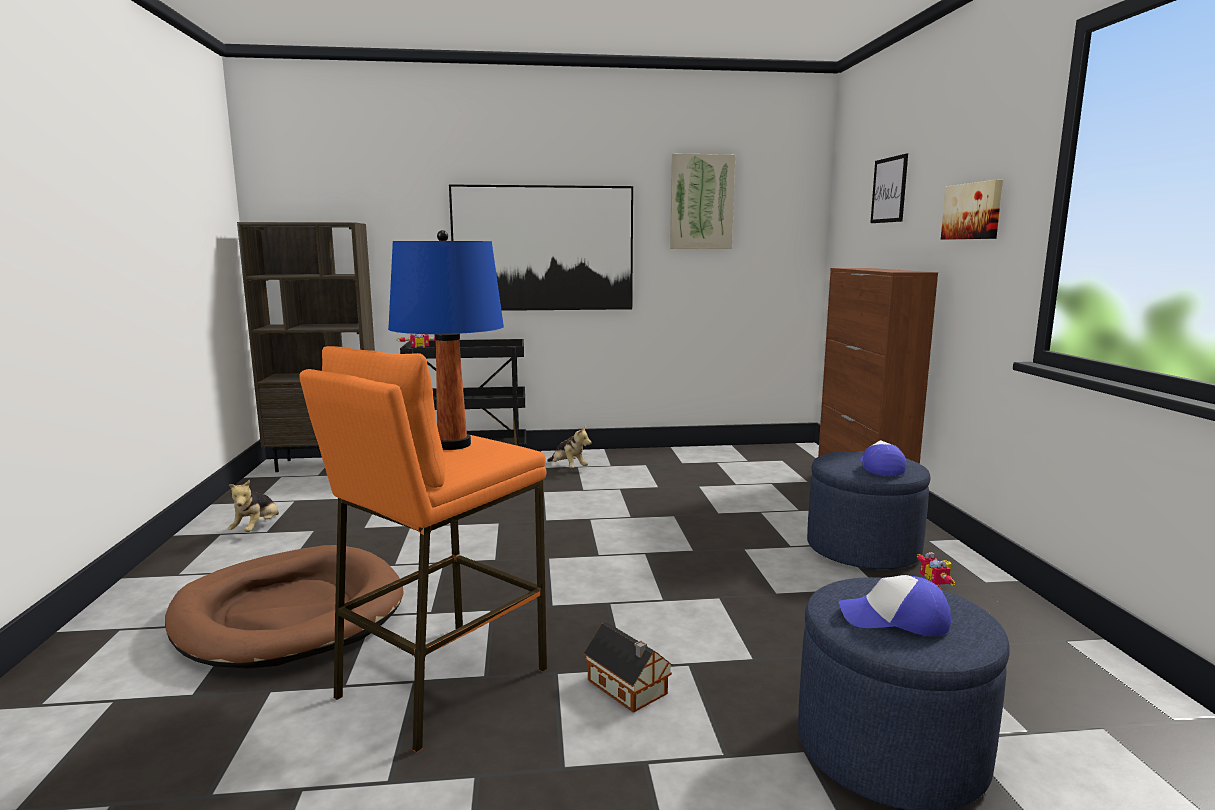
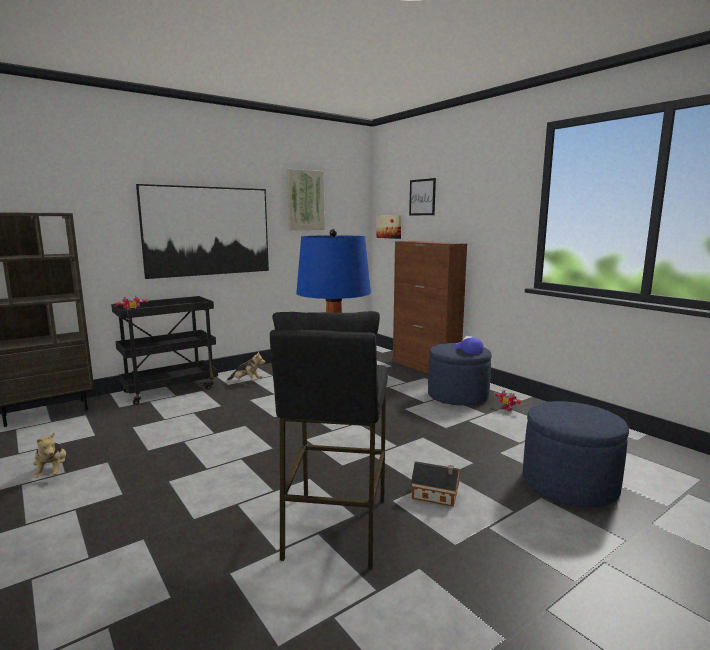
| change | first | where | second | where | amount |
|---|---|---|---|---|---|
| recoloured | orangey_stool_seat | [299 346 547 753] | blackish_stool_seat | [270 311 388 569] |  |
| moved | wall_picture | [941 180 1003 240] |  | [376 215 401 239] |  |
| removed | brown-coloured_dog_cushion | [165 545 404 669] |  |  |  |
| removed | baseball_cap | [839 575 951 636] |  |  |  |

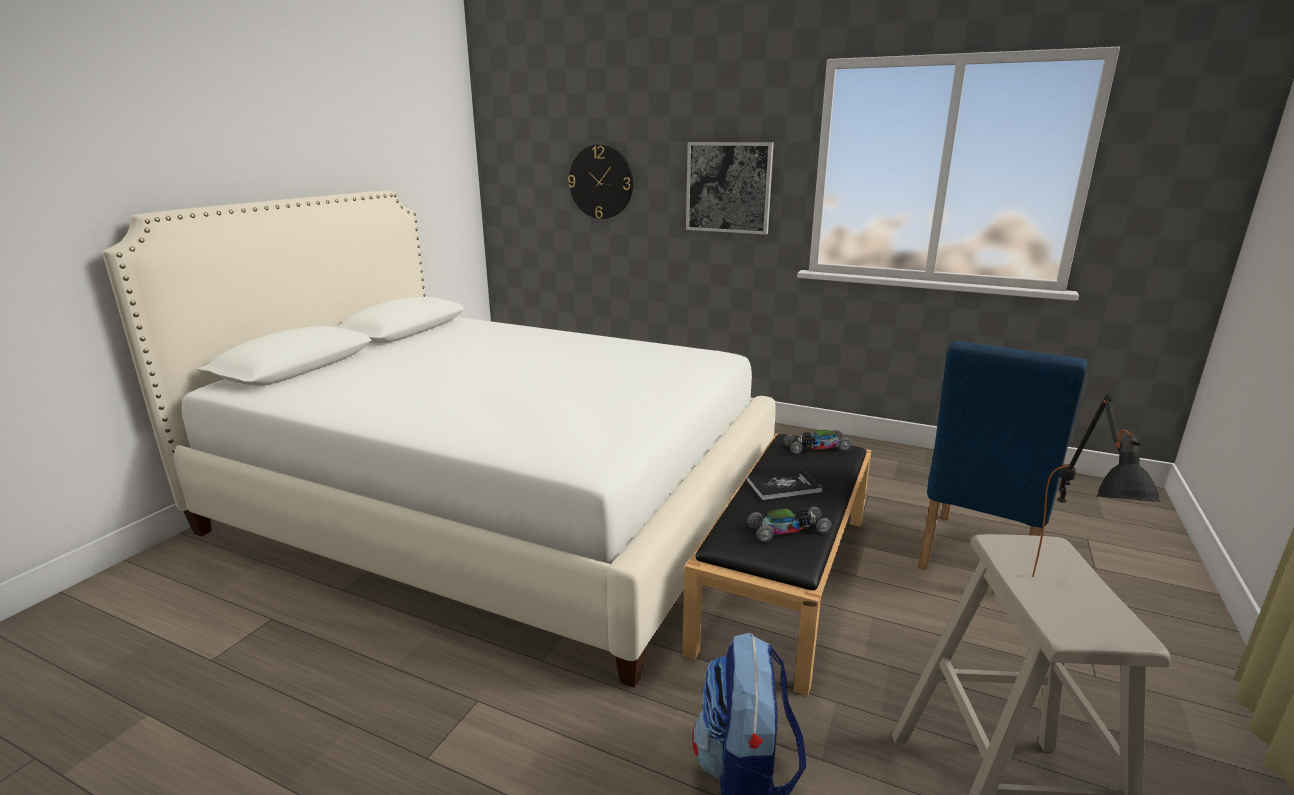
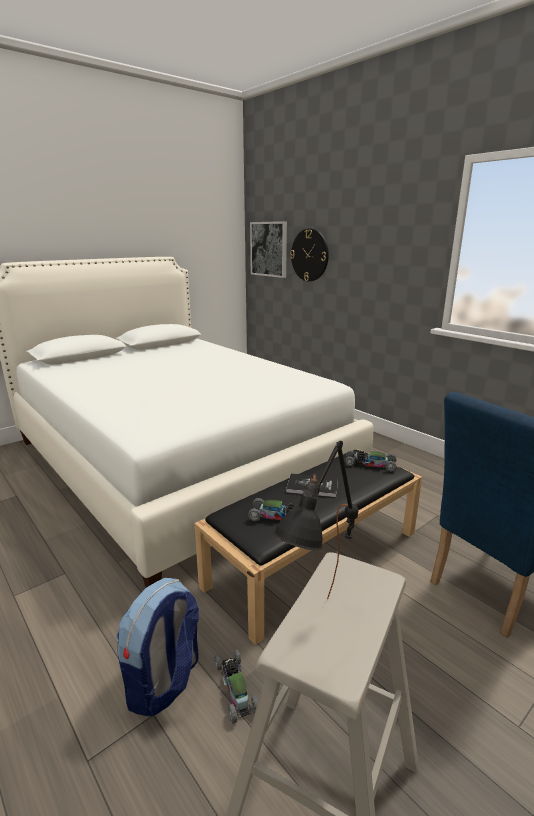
| change | first | where | second | where | amount |
|---|---|---|---|---|---|
| added |  |  | model_car | [215 649 259 724] |  |
| moved | wall_picture | [686 142 774 234] |  | [250 221 287 278] |  |

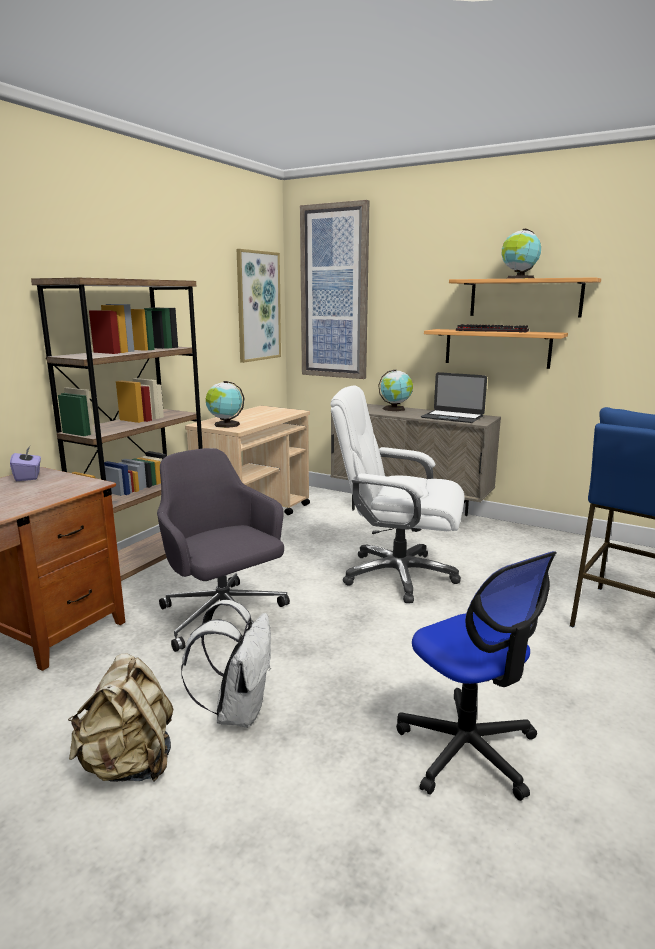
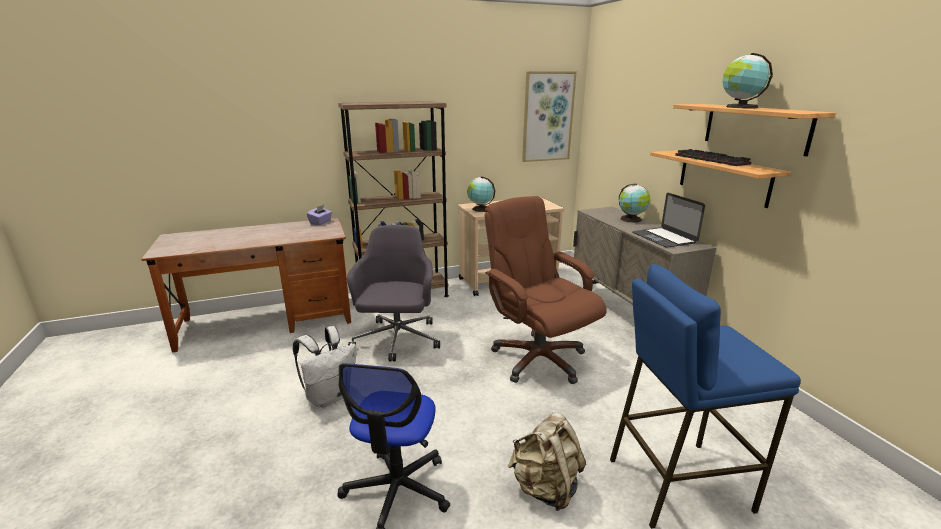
| change | first | where | second | where | amount |
|---|---|---|---|---|---|
| recoloured | white-coloured_computer_chair | [330 385 464 603] | brown-coloured_computer_chair | [485 196 607 384] |  |
| moved | beige-coloured_rucksack | [68 654 173 782] |  | [508 412 586 511] |  |
| removed | wall_picture | [300 200 369 379] |  |  |  |

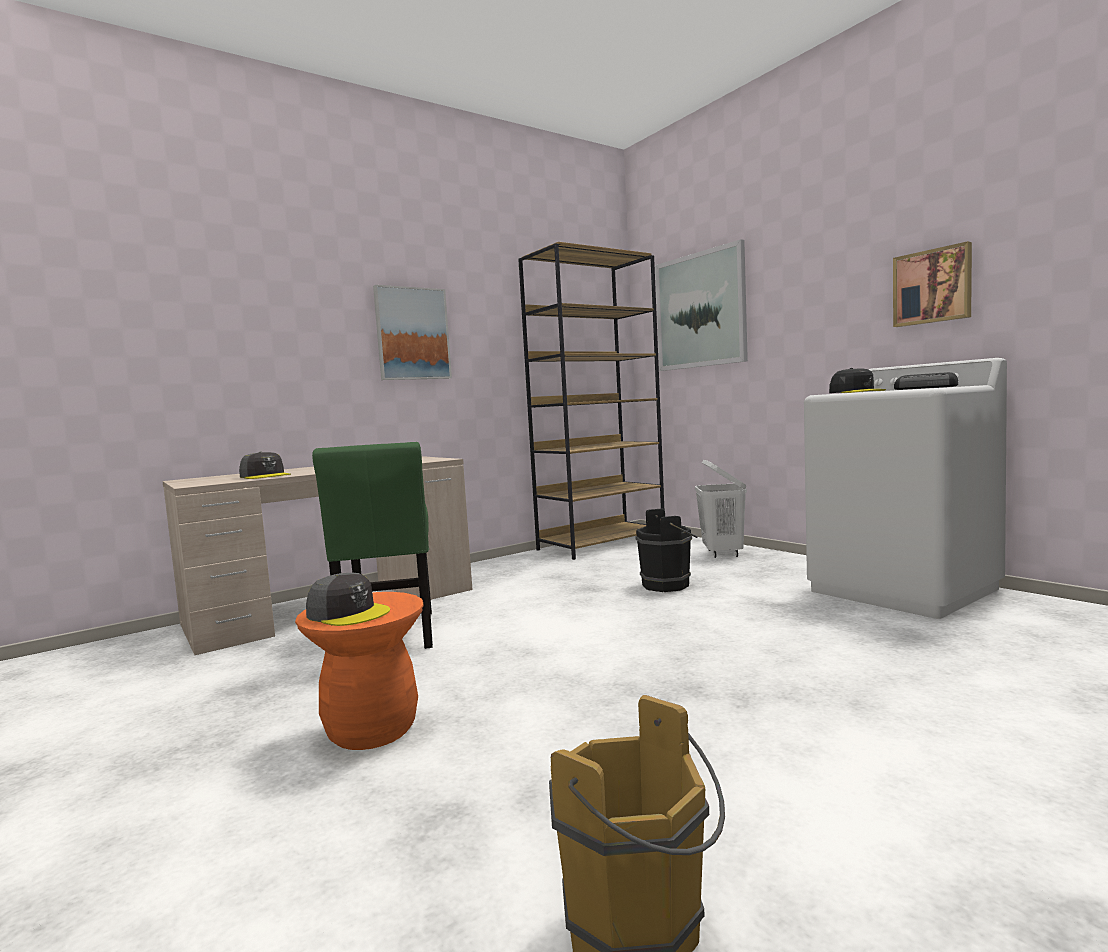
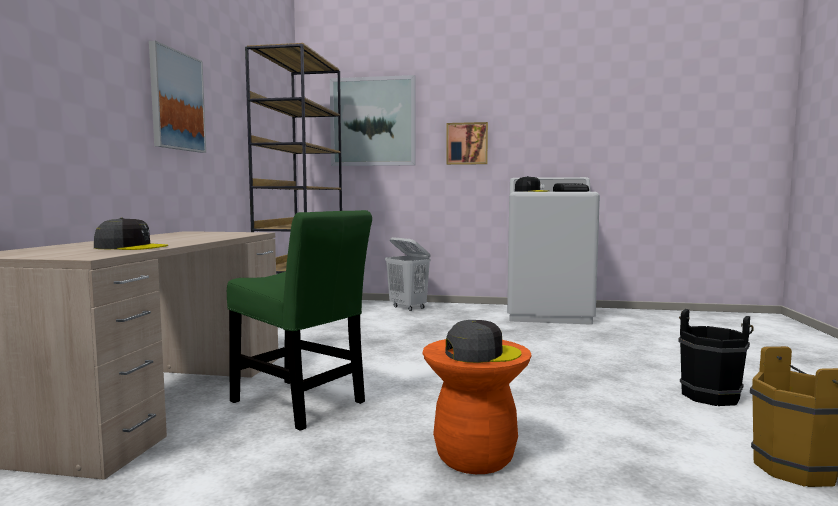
| change | first | where | second | where | amount |
|---|---|---|---|---|---|
| moved | wall_picture | [893 241 972 327] |  | [446 122 488 165] |  |
| moved | blackish_pail | [635 509 698 592] |  | [678 309 754 406] |  |

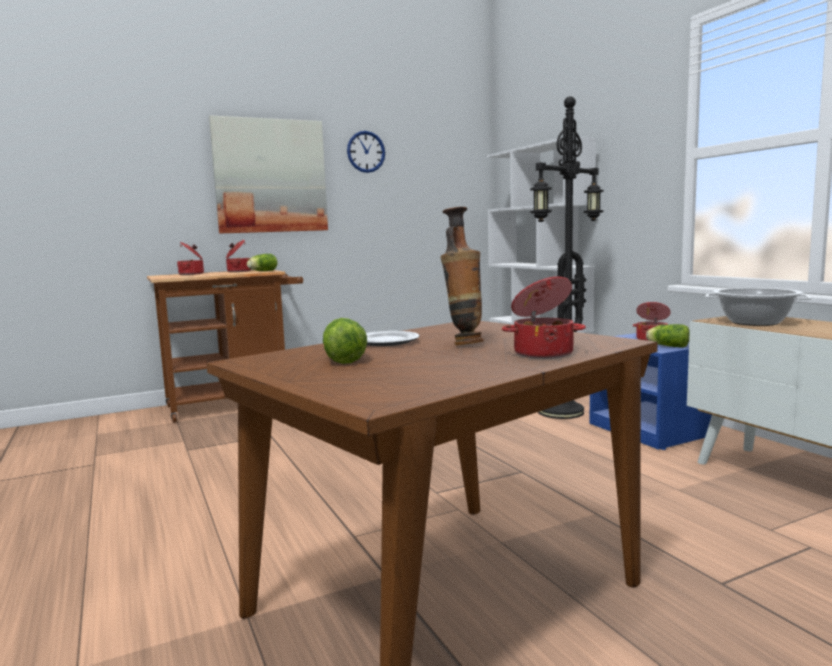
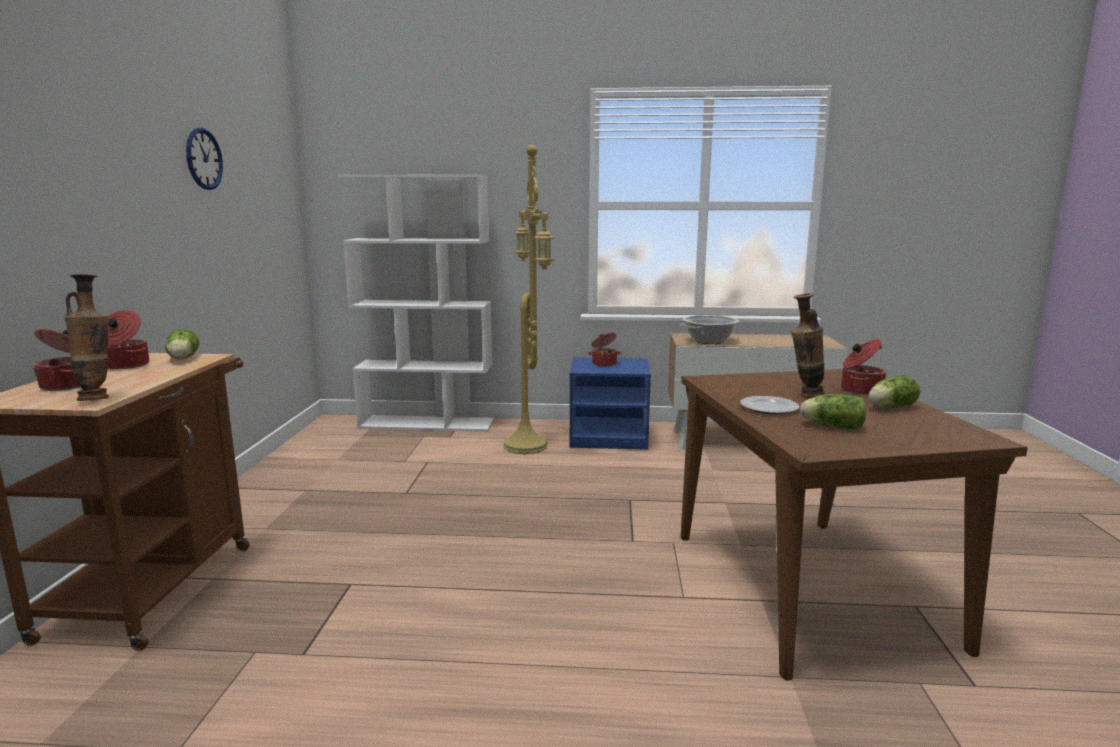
| change | first | where | second | where | amount |
|---|---|---|---|---|---|
| added |  |  | decorative_vase | [64 274 109 401] |  |
| recoloured | blackish_standard_lamp | [530 96 604 419] | yellow_standard_lamp | [504 145 554 454] |  |
| moved | lettuce_head | [646 324 690 348] |  | [868 375 920 408] |  |
| removed | wall_picture | [209 116 328 234] |  |  |  |

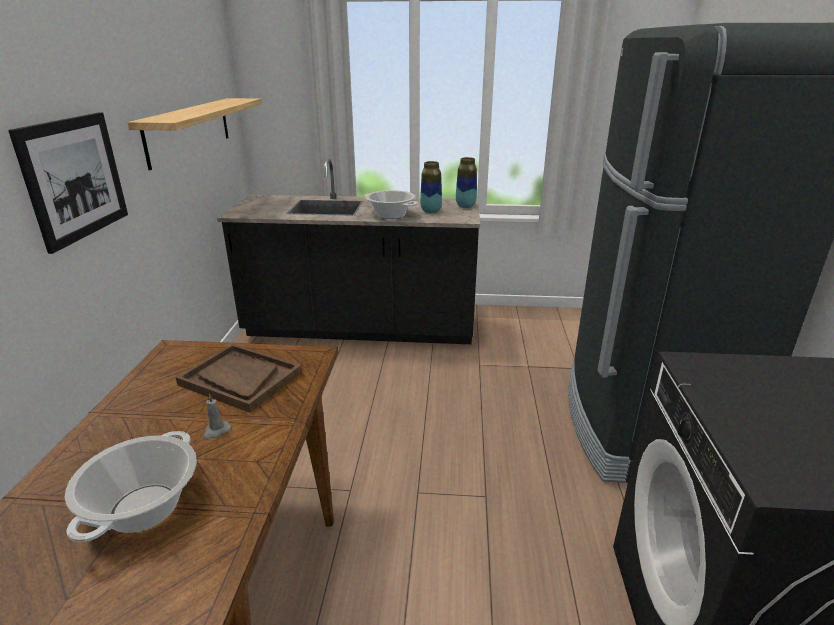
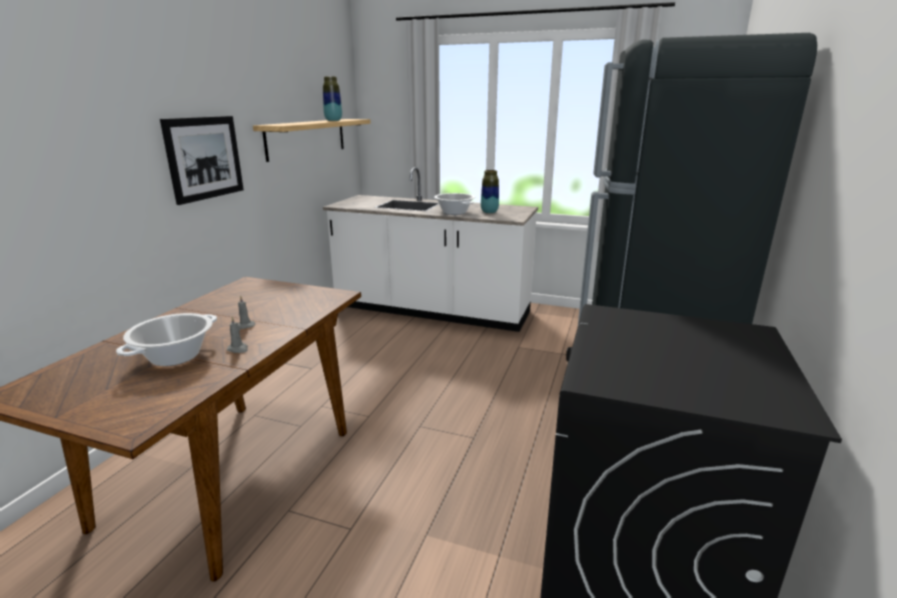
| change | first | where | second | where | amount |
|---|---|---|---|---|---|
| added |  |  | gray_candle | [227 317 248 353] |  |
| moved | decorative_vase | [456 157 477 208] |  | [323 76 342 121] |  |
| recoloured | blackish_kitchen_counter | [217 159 480 345] | white-coloured_kitchen_counter | [323 167 538 332] |  |
| removed | brown-coloured_serving_tray | [176 344 302 412] |  |  |  |

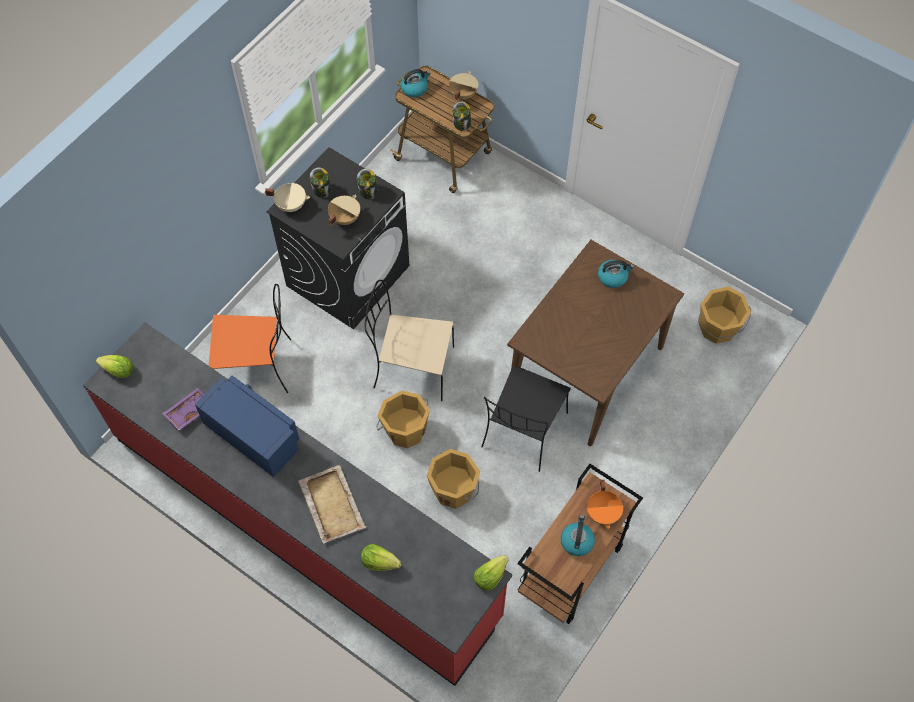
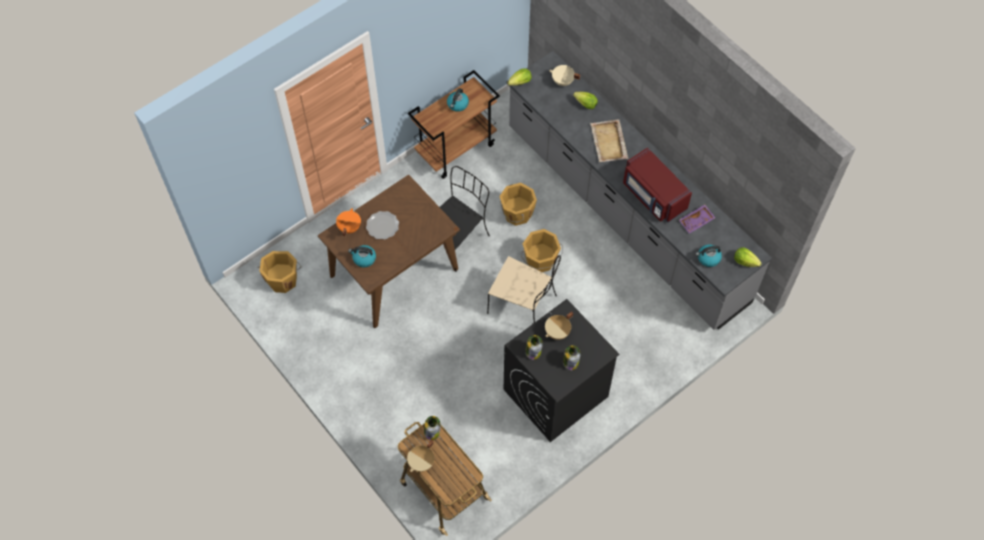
| change | first | where | second | where | amount |
|---|---|---|---|---|---|
| moved | orangey_saucepot | [587 480 623 529] |  | [336 208 361 237] |  |
| added |  |  | flat_dish | [366 211 399 239] |  |
| recoloured | red-coloured_kitchen_counter | [83 322 512 686] | gray_kitchen_counter | [507 51 772 330] |  |
| moved | beige-coloured_saucepot | [265 183 310 212] |  | [549 65 580 86] |  |
| recoloured | blue_kitchen_microwave | [195 375 299 477] | red-coloured_kitchen_microwave | [623 148 692 222] |  |
| moved | water_kettle | [400 69 431 97] |  | [696 245 722 267] |  |
| removed | orangey_plain_chair | [209 284 291 393] |  |  |  |

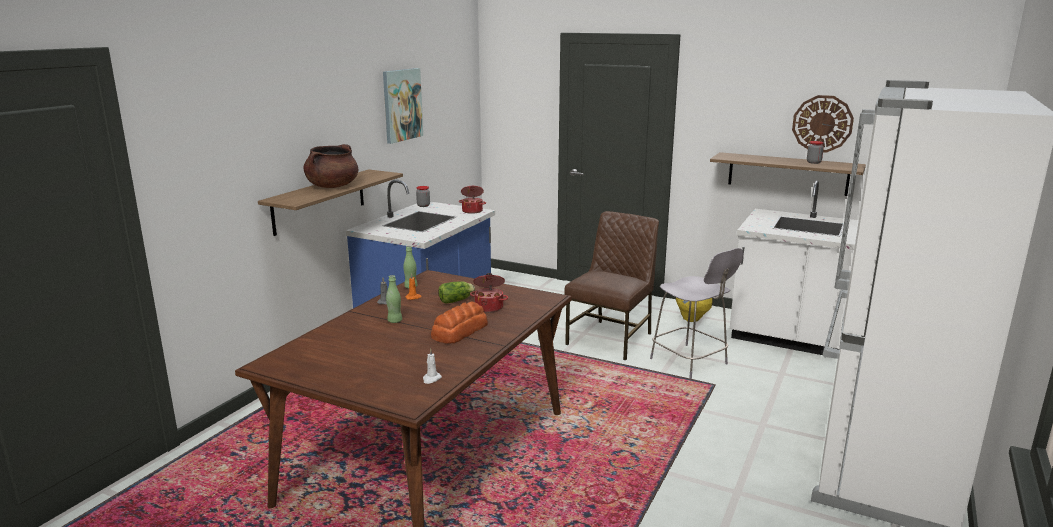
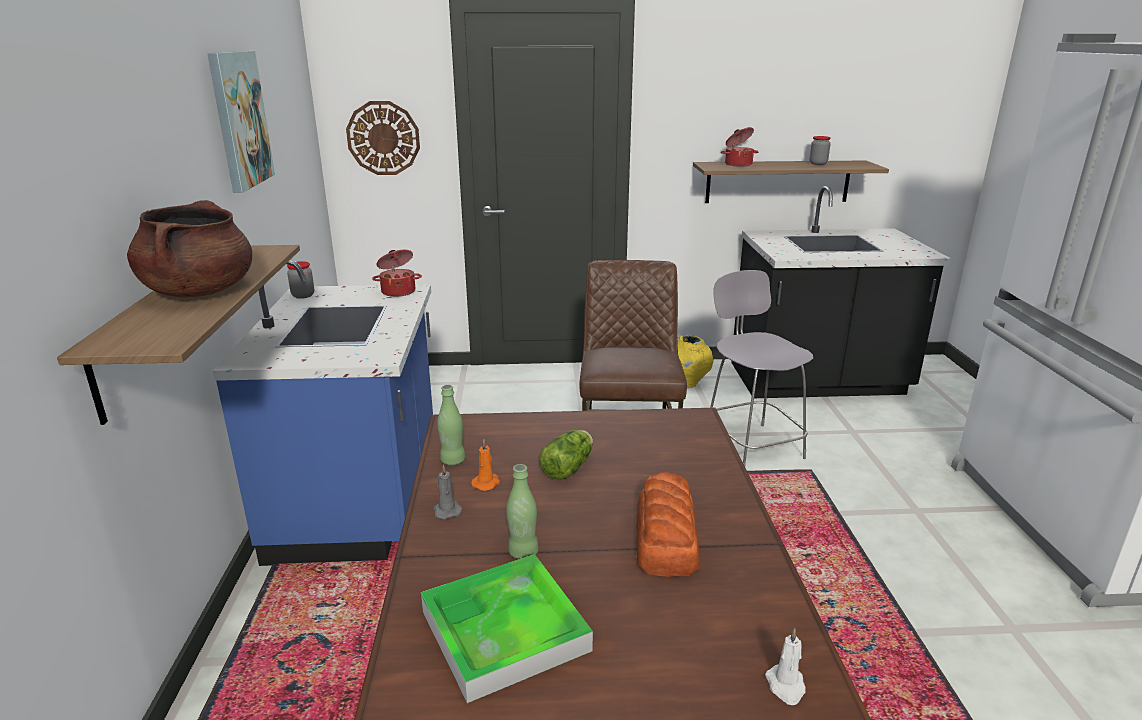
| change | first | where | second | where | amount |
|---|---|---|---|---|---|
| moved | hanging_clock | [792 95 854 153] |  | [346 101 420 175] |  |
| added |  |  | serving_tray | [421 554 593 703] |  |
| turned | gray_plain_chair | [650 248 744 379] |  | [710 270 813 466] | 135 degrees counterclockwise |
| moved | saucepot | [470 273 508 313] |  | [721 127 759 167] |  |
| recoloured | white-coloured_kitchen_counter | [730 181 859 355] | blackish_kitchen_counter | [731 186 951 398] |  |

